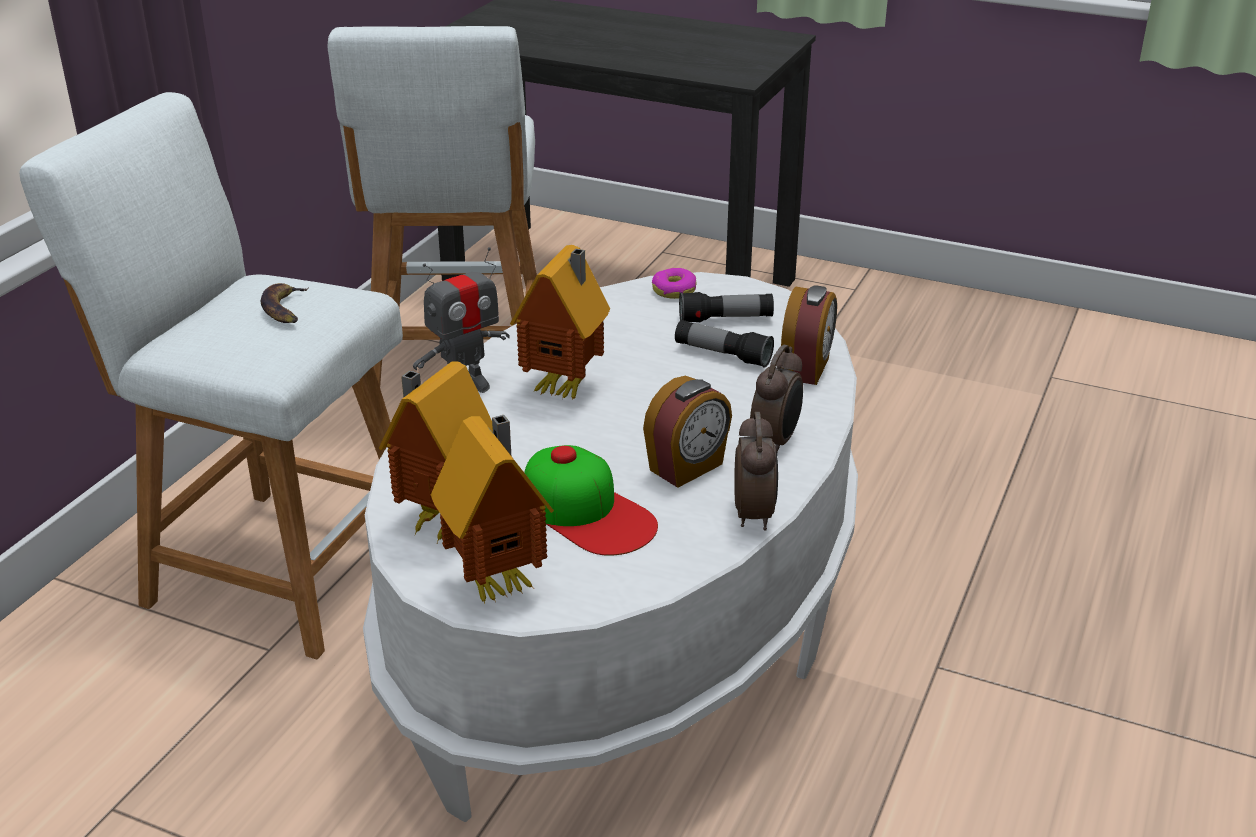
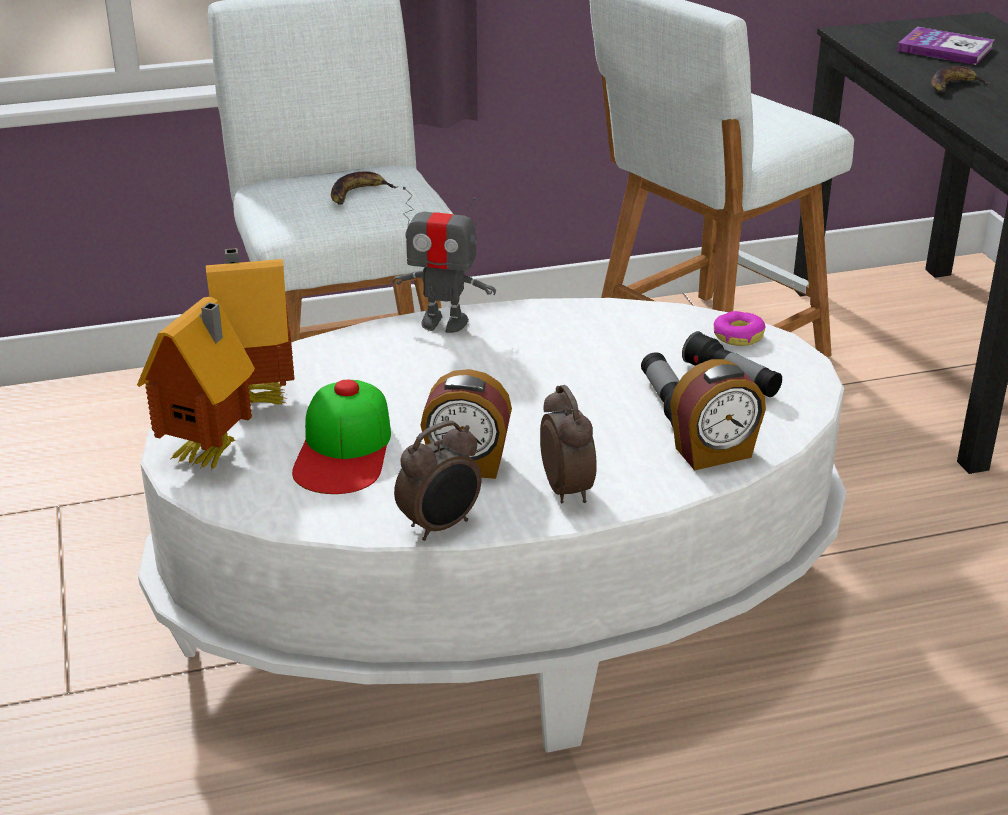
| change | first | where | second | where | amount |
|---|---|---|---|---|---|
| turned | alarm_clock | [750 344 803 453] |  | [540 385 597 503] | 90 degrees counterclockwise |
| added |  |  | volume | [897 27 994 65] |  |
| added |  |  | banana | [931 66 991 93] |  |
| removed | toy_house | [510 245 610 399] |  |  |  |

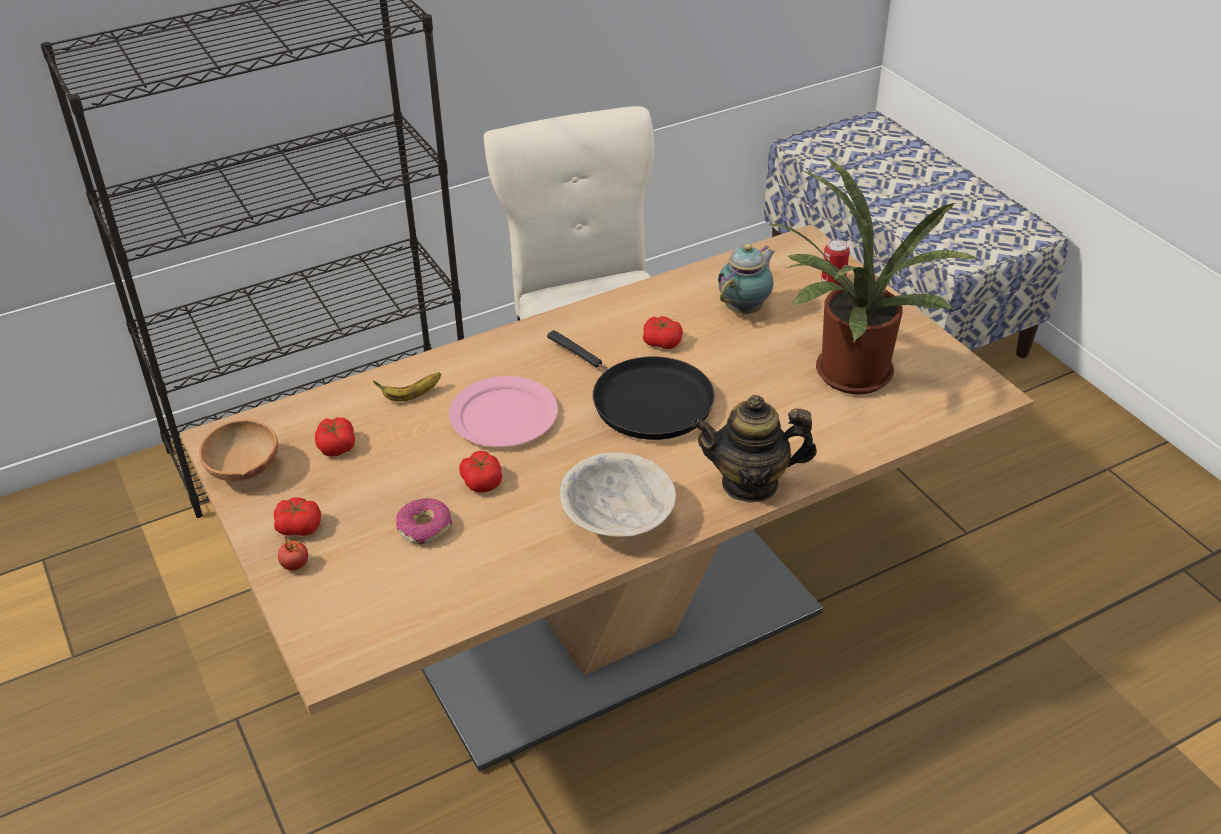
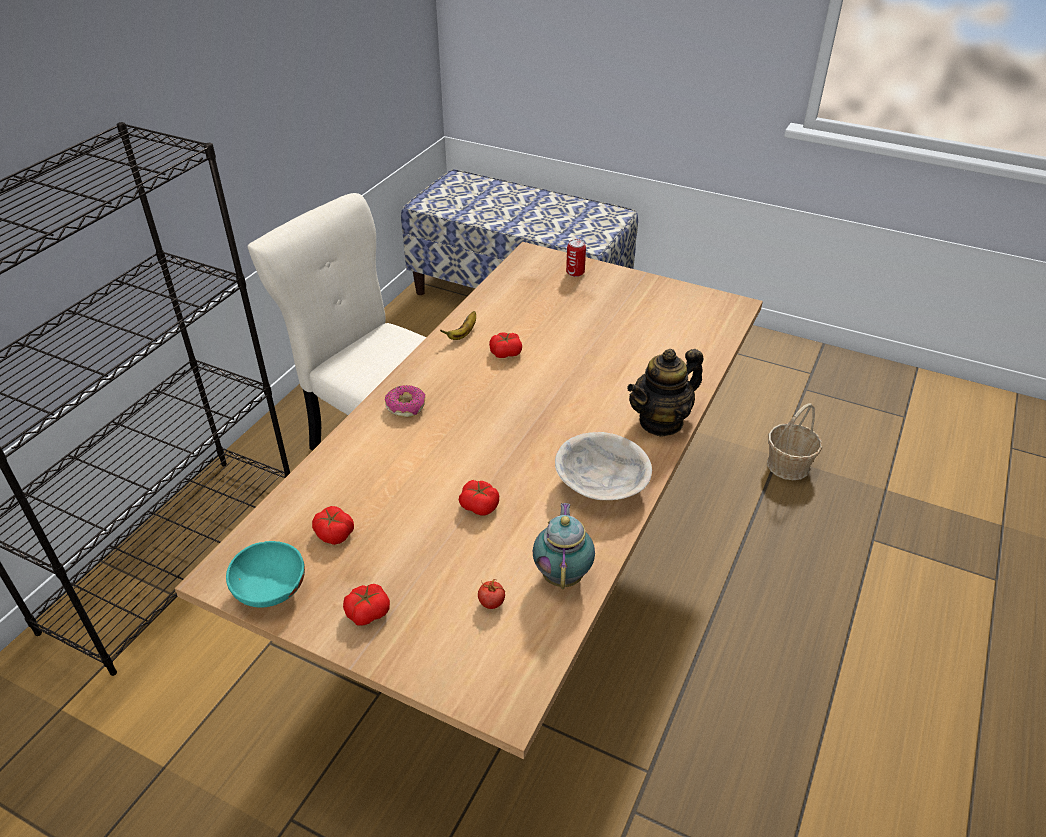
| change | first | where | second | where | amount |
|---|---|---|---|---|---|
| recoloured | brown-coloured_deep_dish | [199 420 278 482] | turquoise-coloured_deep_dish | [226 541 305 608] |  |
| moved | donut | [396 498 453 545] |  | [385 385 426 417] |  |
| moved | banana | [373 373 441 401] |  | [440 311 476 340] |  |
| moved | fresh_tomato | [278 536 308 570] |  | [478 579 505 609] |  |
| moved | tea_pot | [718 244 775 314] |  | [533 503 595 589] |  |
| added |  |  | basket | [767 403 822 480] |  |
| removed | pink_flat_dish | [449 376 558 447] |  |  |  |
| removed | blackish_frying_pan | [547 330 715 440] |  |  |  |
| removed | potted_plant | [769 157 980 394] |  |  |  |

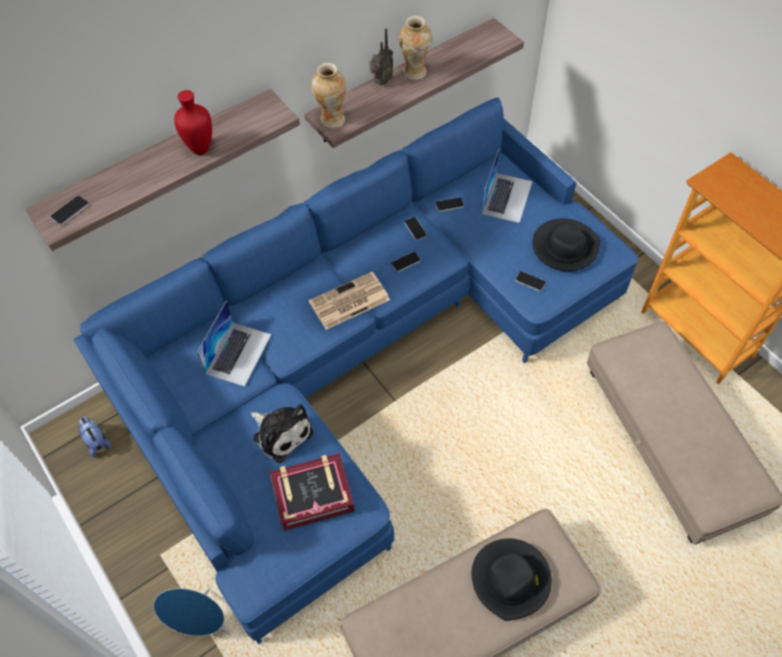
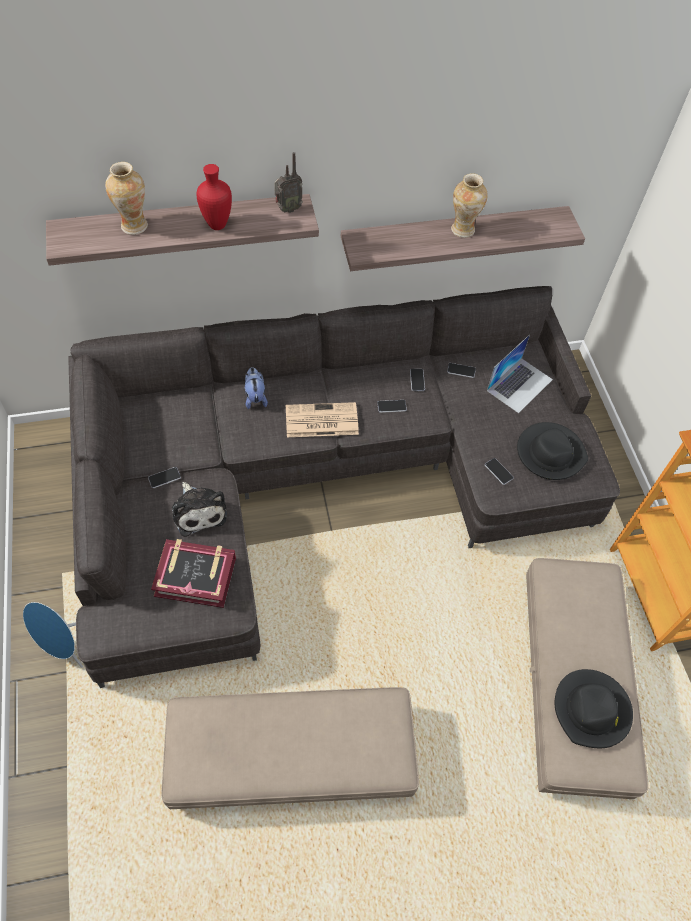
| change | first | where | second | where | amount |
|---|---|---|---|---|---|
| recoloured | blue_sofa | [73 98 639 645] | gray_sofa | [68 286 620 688] |  |
| moved | decorative_vase | [311 63 346 128] |  | [105 162 148 235] |  |
| moved | telephone | [50 195 89 225] |  | [148 467 181 488] |  |
| moved | cuddly_toy | [78 417 112 458] |  | [244 367 268 409] |  |
| moved | radio_receiver | [370 28 394 85] |  | [274 152 303 213] |  |
| moved | blackish_hat | [471 538 552 621] |  | [555 669 633 748] |  |
| removed | notebook_computer | [197 300 271 387] |  |  |  |

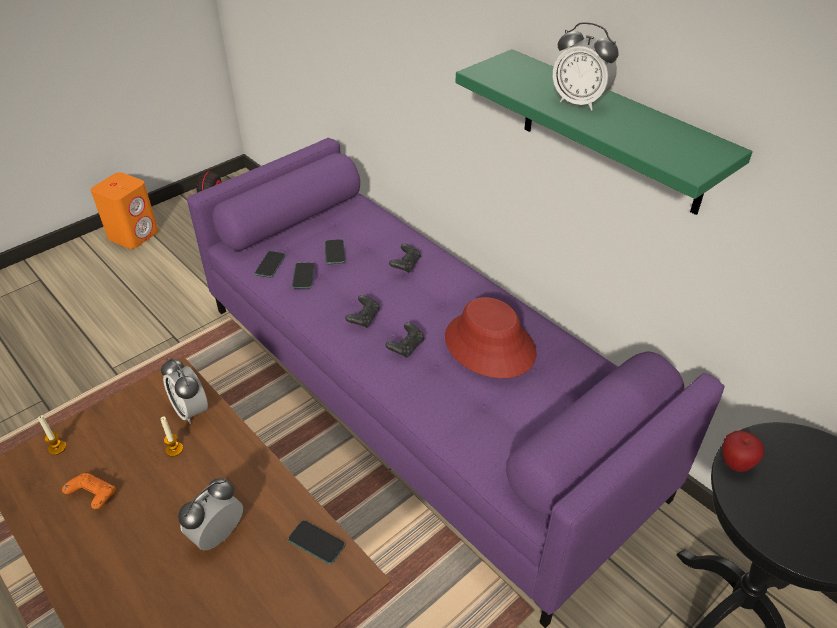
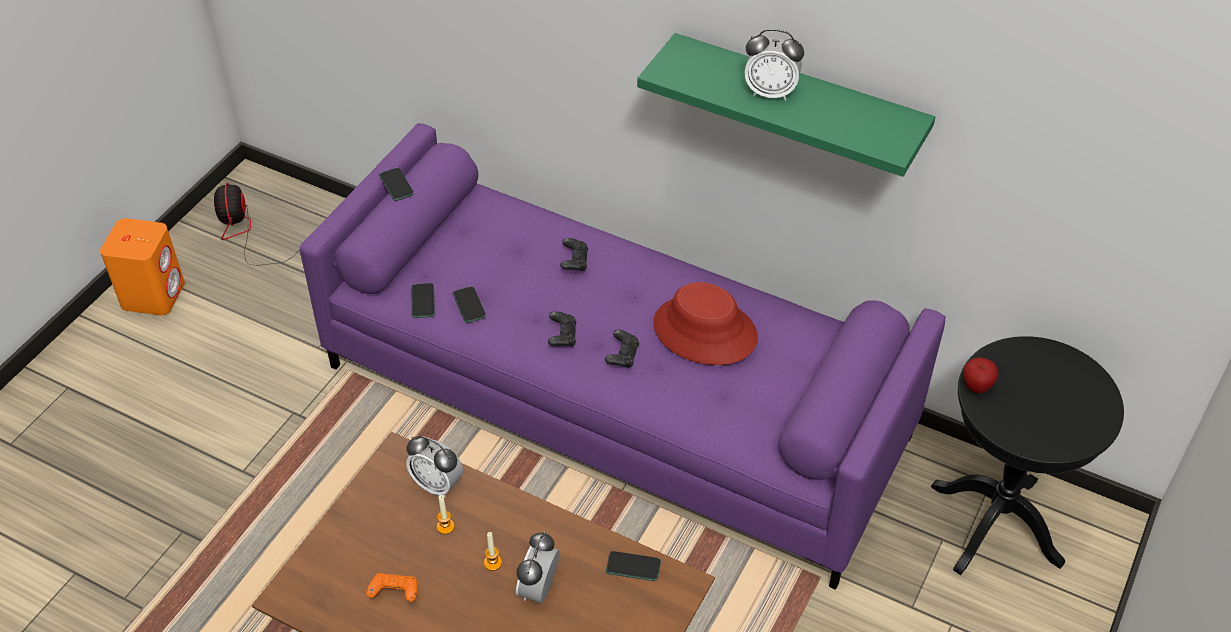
| change | first | where | second | where | amount |
|---|---|---|---|---|---|
| moved | telephone | [325 239 345 264] |  | [379 168 414 201] |  |
| moved | candle | [38 415 66 455] |  | [484 532 502 571] |  |

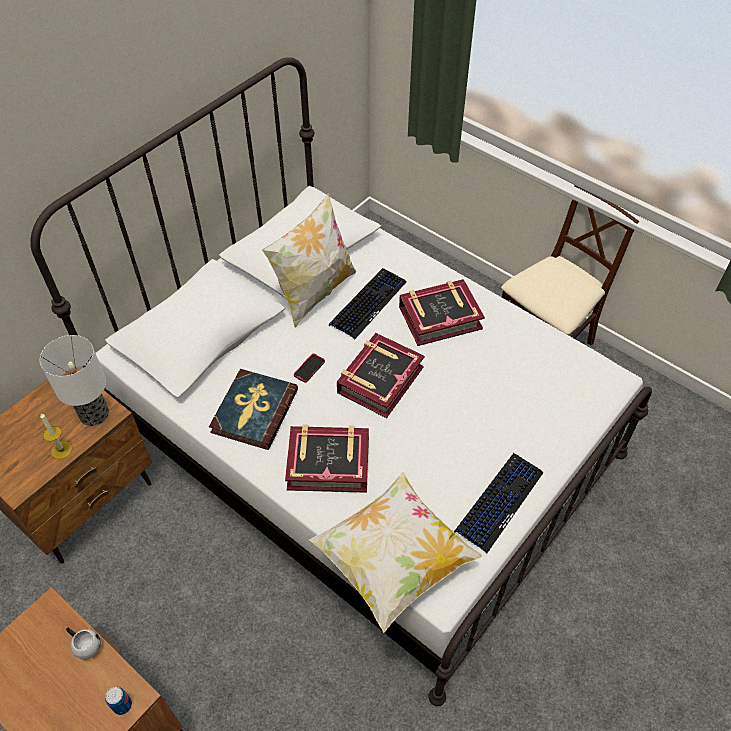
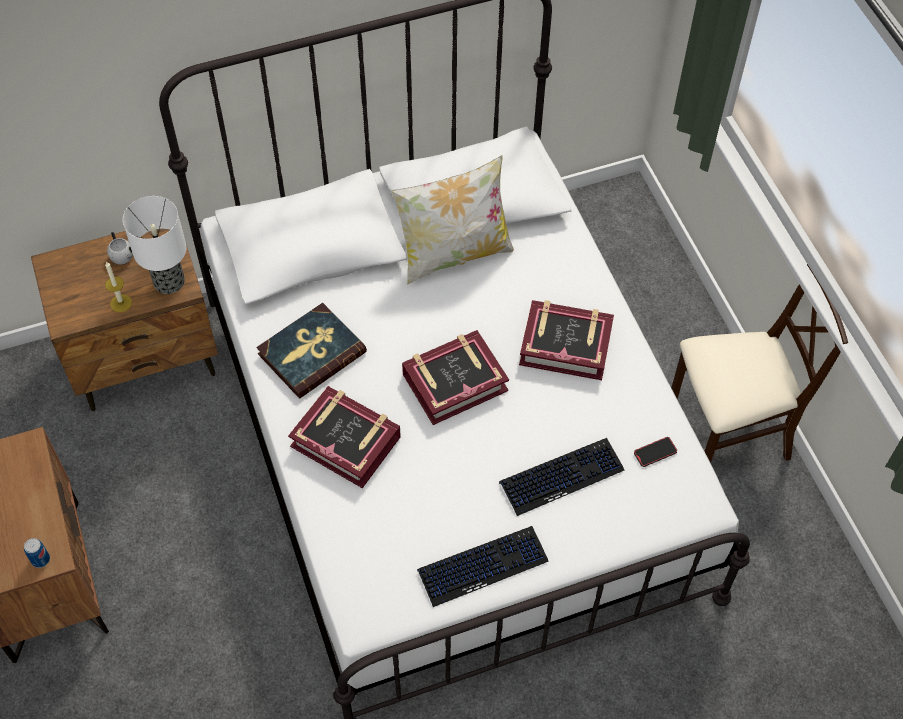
| change | first | where | second | where | amount |
|---|---|---|---|---|---|
| moved | white-coloured_coffee_mug | [66 628 101 660] |  | [107 232 133 265] |  |
| moved | computer_keyboard | [329 268 407 339] |  | [499 438 624 516] |  |
| moved | telephone | [294 354 325 383] |  | [634 437 677 467] |  |
| removed | cushion | [309 472 482 633] |  |  |  |

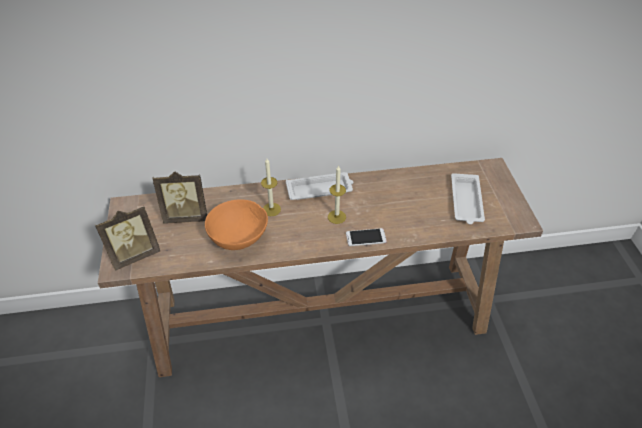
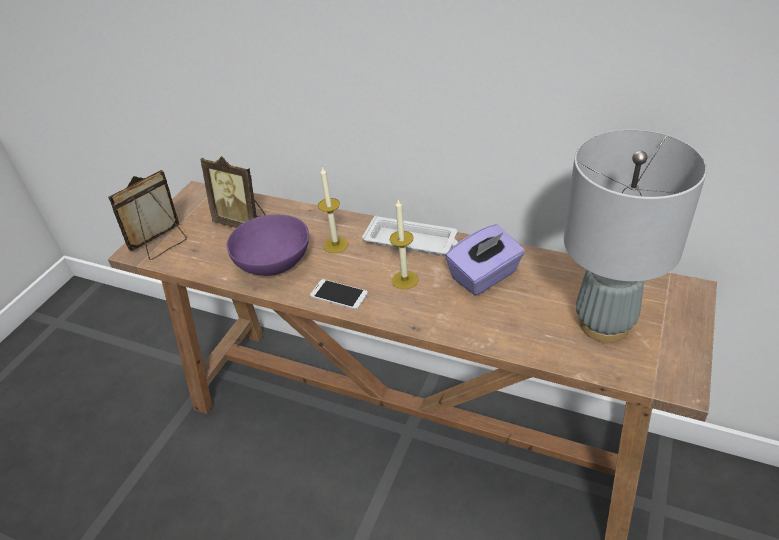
| change | first | where | second | where | amount |
|---|---|---|---|---|---|
| turned | standing_frame | [95 205 160 271] |  | [108 170 187 260] | 135 degrees clockwise |
| recoloured | orangey_deep_dish | [205 199 268 250] | purple_deep_dish | [227 215 309 276] |  |
| moved | telephone | [346 228 387 246] |  | [310 279 368 310] |  |
| added |  |  | purple_tissue_box | [445 224 525 296] |  |
| replaced | white-coloured_serving_tray | [451 173 485 225] | gray_table_lamp | [564 130 707 342] |  |

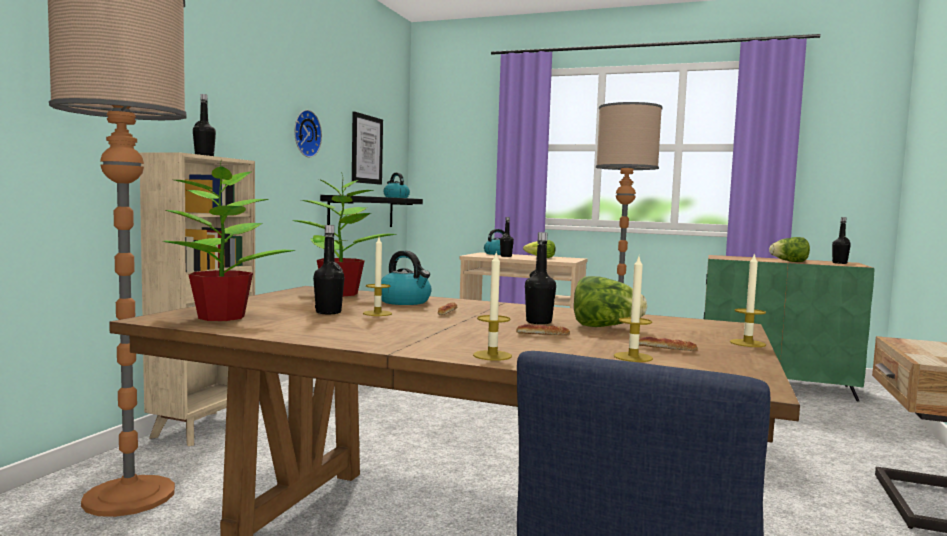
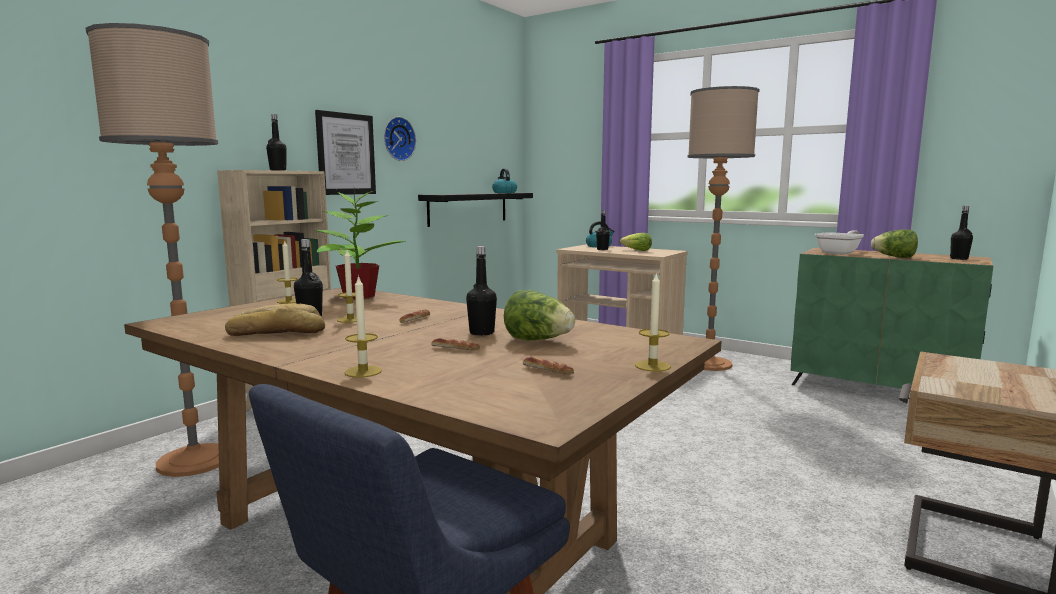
| change | first | where | second | where | amount |
|---|---|---|---|---|---|
| added |  |  | baked_bread | [225 303 325 336] |  |
| moved | candle | [614 257 653 362] |  | [277 241 298 304] |  |
| moved | wall_picture | [352 112 383 185] |  | [315 110 376 195] |  |
| added |  |  | frying_pan | [815 230 864 255] |  |
| removed | potted_plant | [163 159 295 321] |  |  |  |
| removed | water_kettle | [381 251 432 305] |  |  |  |

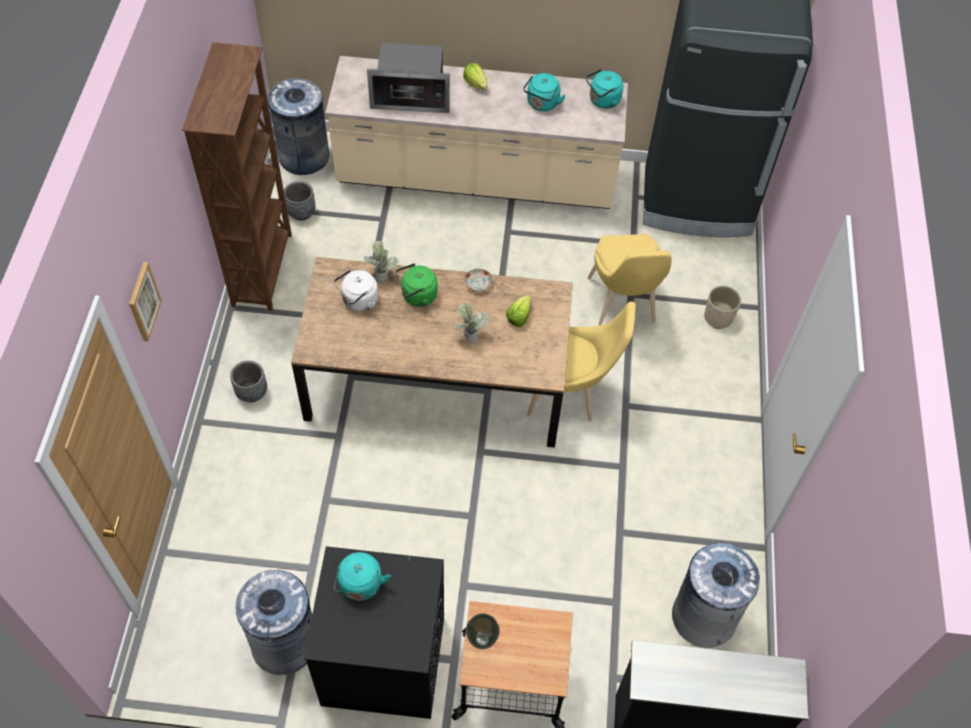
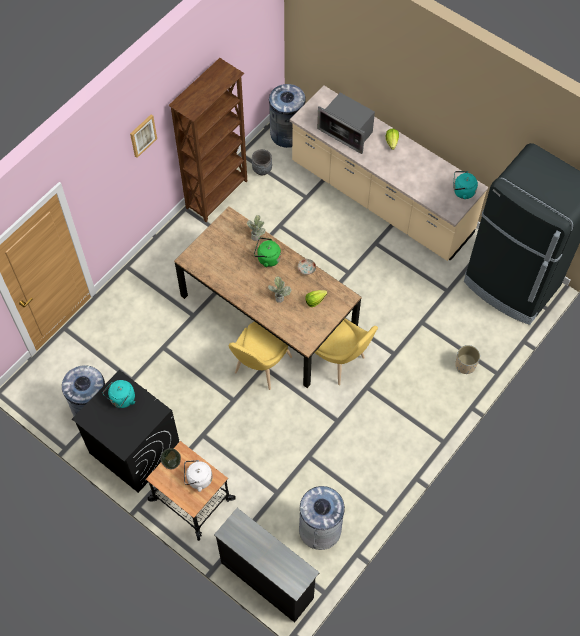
| change | first | where | second | where | amount |
|---|---|---|---|---|---|
| moved | wall_picture | [129 262 162 342] |  | [130 114 157 158] |  |
| moved | white-coloured_water_kettle | [333 270 378 312] |  | [184 460 212 492] |  |
| moved | yellow_plain_chair | [587 234 672 325] |  | [229 321 292 390] |  |
| removed | gray_plant_pot | [230 361 267 402] |  |  |  |
| removed | turquoise-coloured_water_kettle | [523 73 566 111] |  |  |  |

